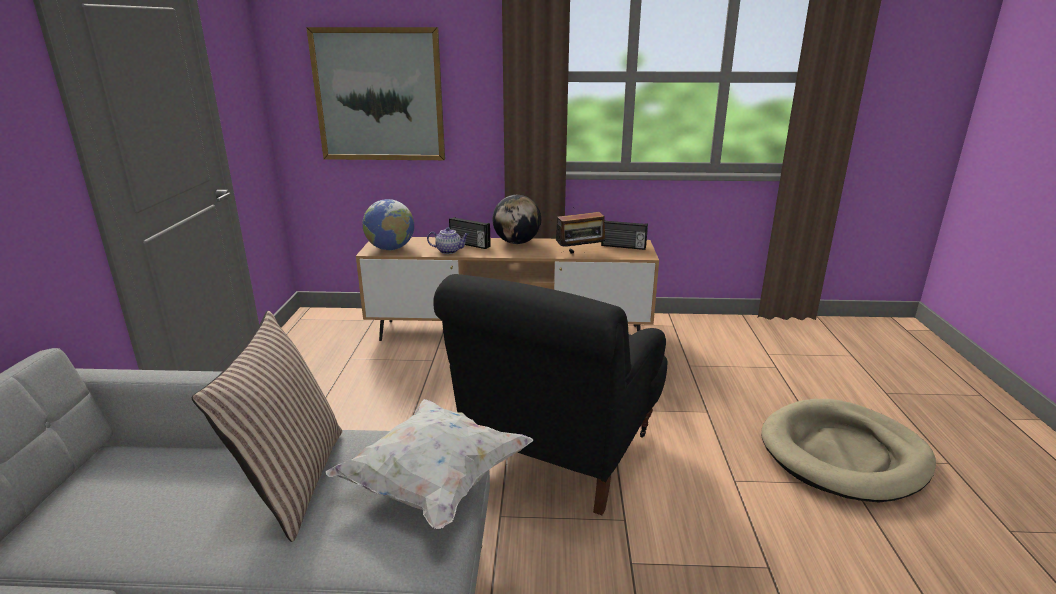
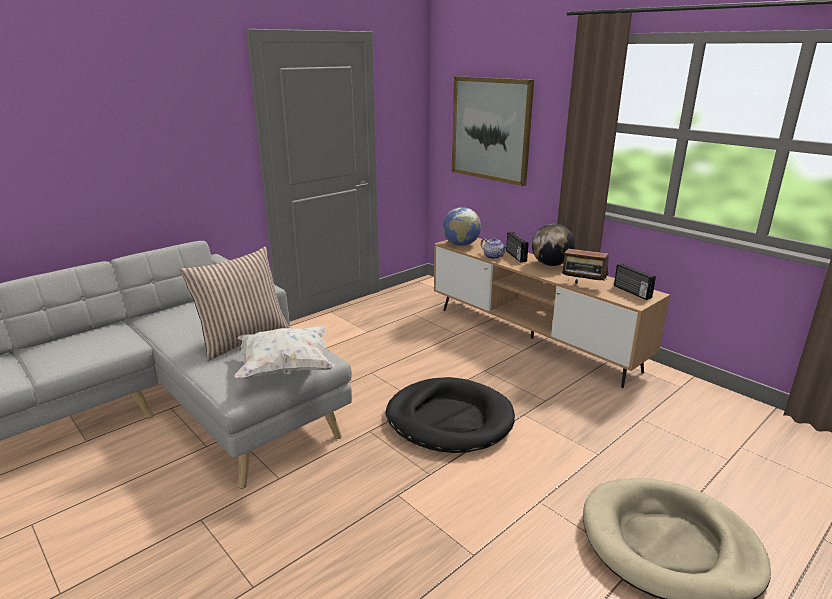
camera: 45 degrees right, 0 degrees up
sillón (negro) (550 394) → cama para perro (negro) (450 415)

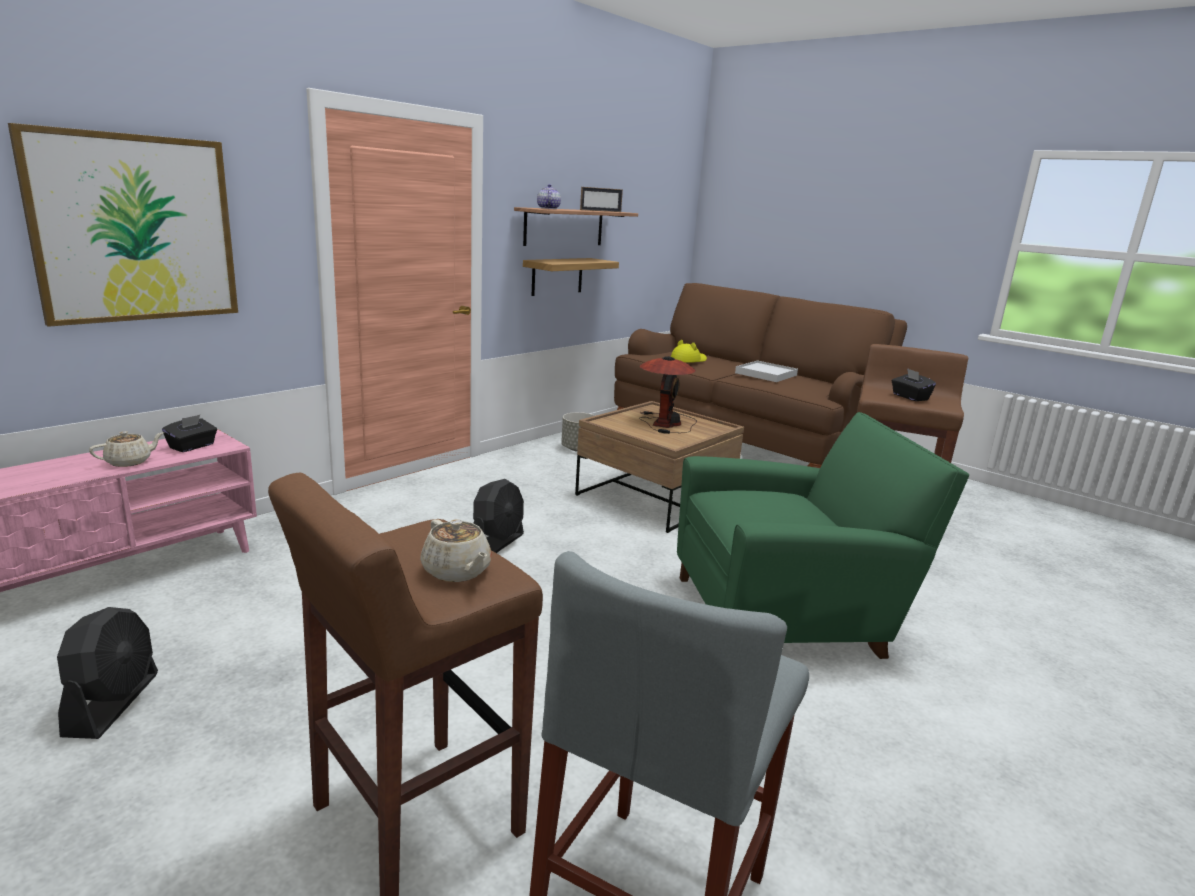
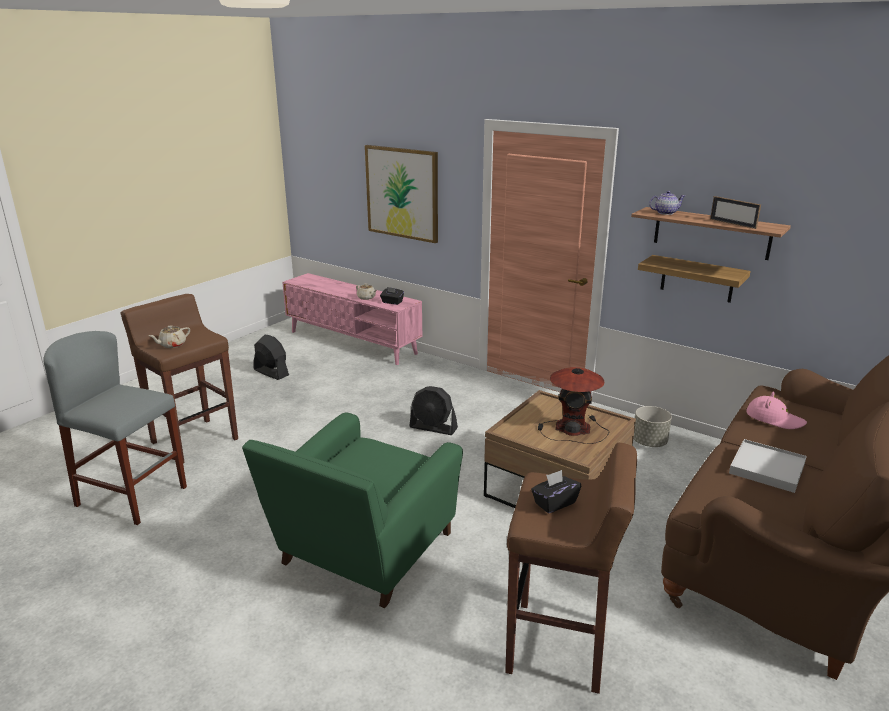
camera: 85 degrees right, 5 degrees up
ventilador (negro) (107 673) → ventilador (negro) (271 357), 135 degrees counterclockwise
sombrero (amarillo) (689 351) → sombrero (rosa) (776 410)
sillón (verde) (823 535) → sillón (verde) (352 510), 45 degrees clockwise

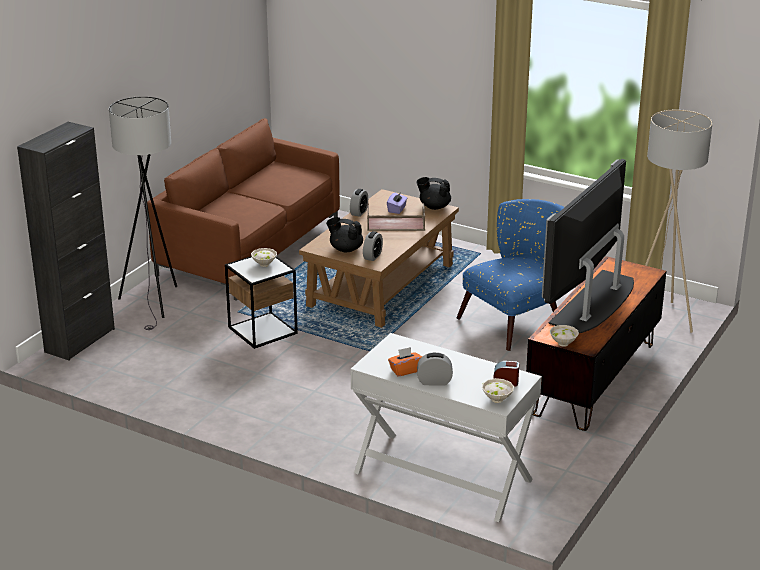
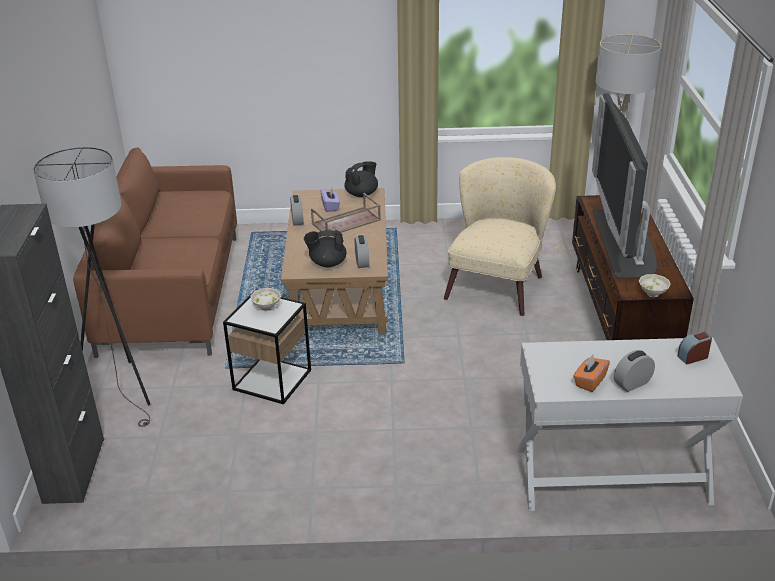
camera: 30 degrees left, 5 degrees up
tetera (negro) (433 193) → tetera (negro) (361 179), 150 degrees clockwise
sillón (azul) (510 275) → sillón (beis) (500 236)
cuenco (blanco) (498 390) → -

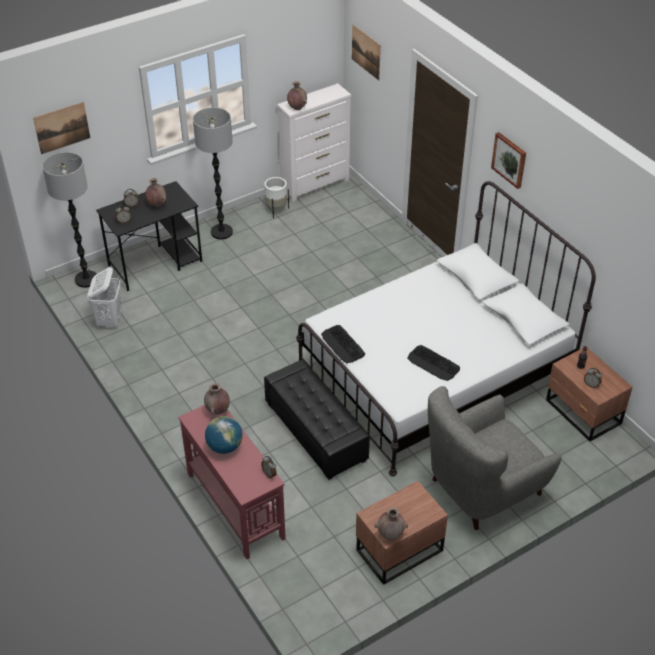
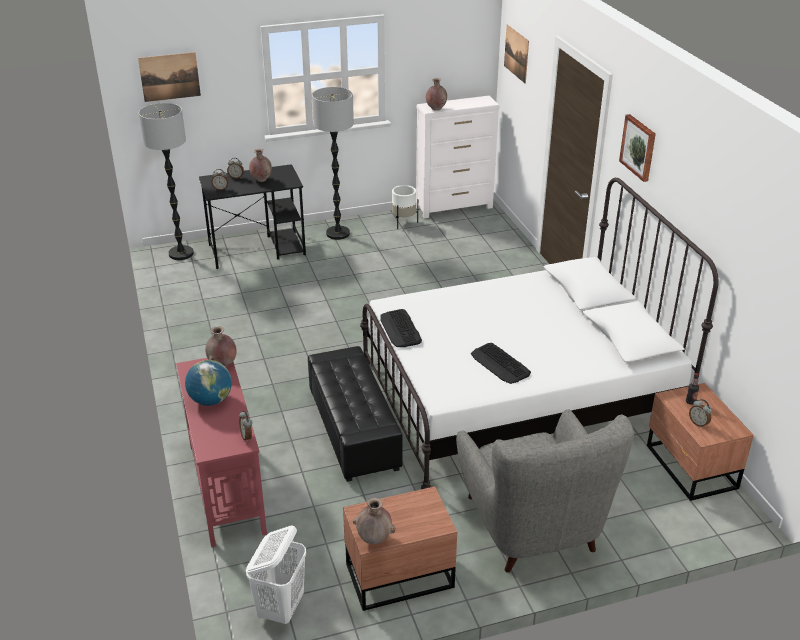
camera: 15 degrees right, 10 degrees down
cesto de la ropa (blanco) (104 297) → cesto de la ropa (blanco) (276 574), relocated
sillón (gris) (495 458) → sillón (gris) (545 491), 90 degrees counterclockwise

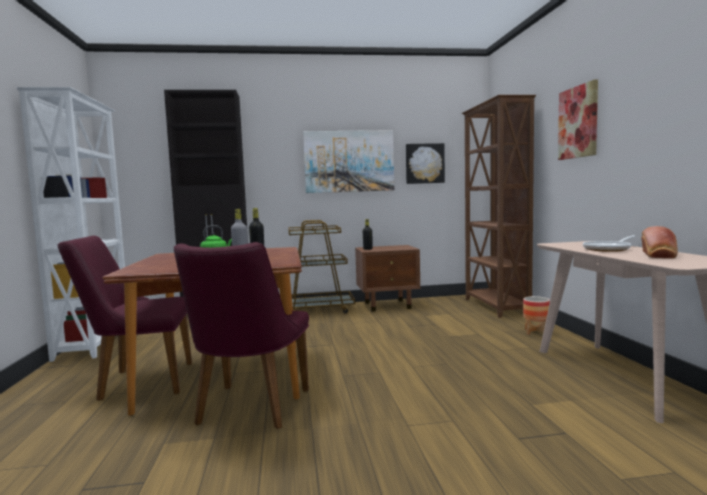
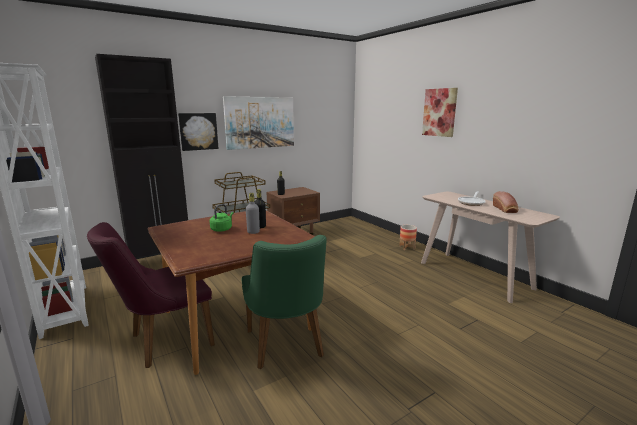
camera: 25 degrees left, 10 degrees up
silla (morado) (241 335) → silla (verde) (284 302)
cuadro (425 163) → cuadro (198 132), relocated
estantería (marrón) (498 206) → -

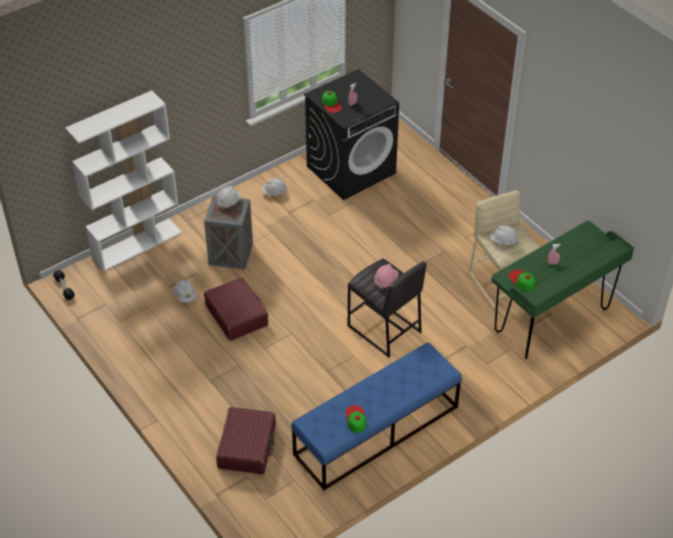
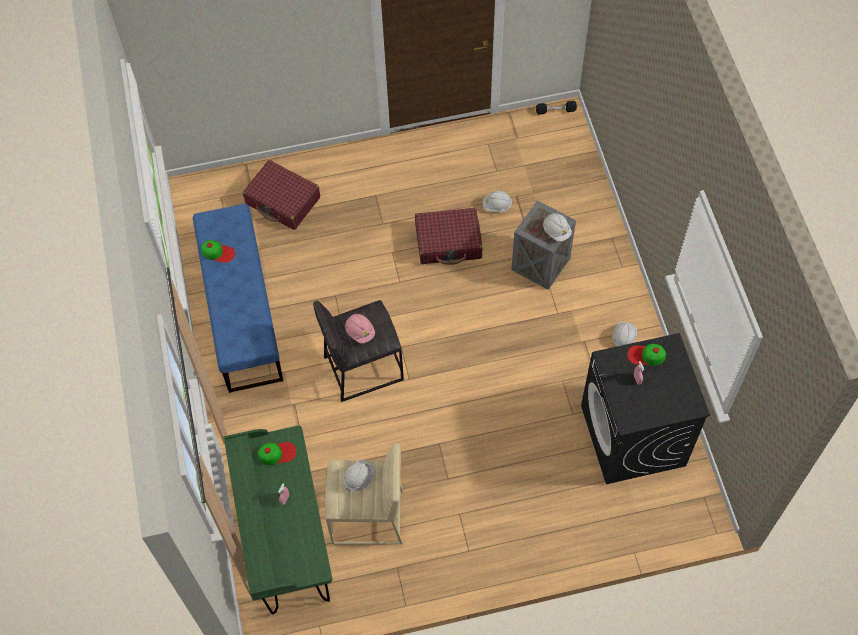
camera: 115 degrees right, 15 degrees up
estantería (blanco) (123 180) → -

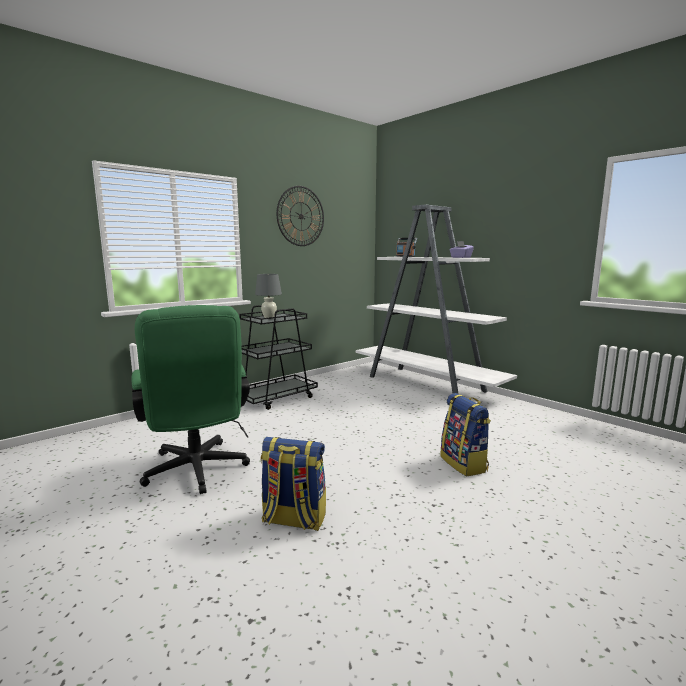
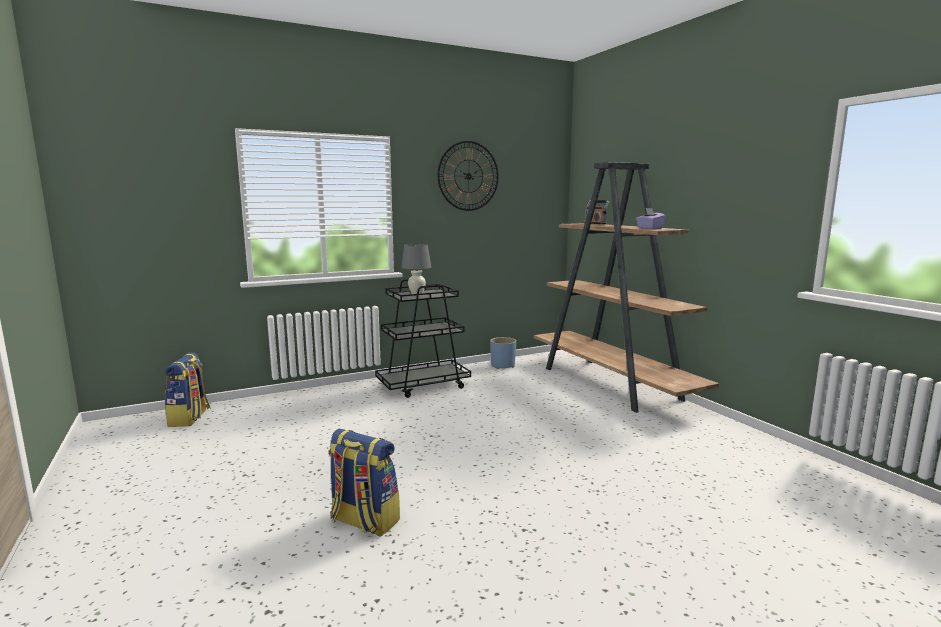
camera: 15 degrees right, 0 degrees up
silla de oficina (verde) (190 399) → -
estantería (blanco) (436 299) → estantería (marrón) (626 287)
mochila (465 434) → mochila (188 390), relocated
- → maceta (azul) (503 353)

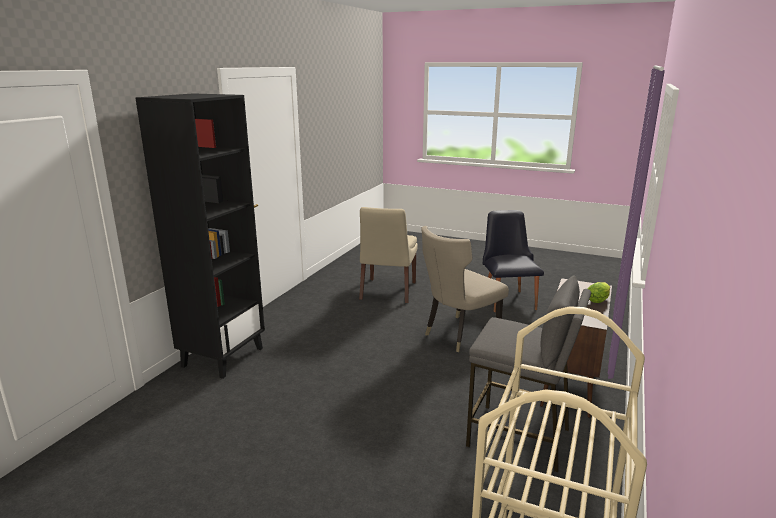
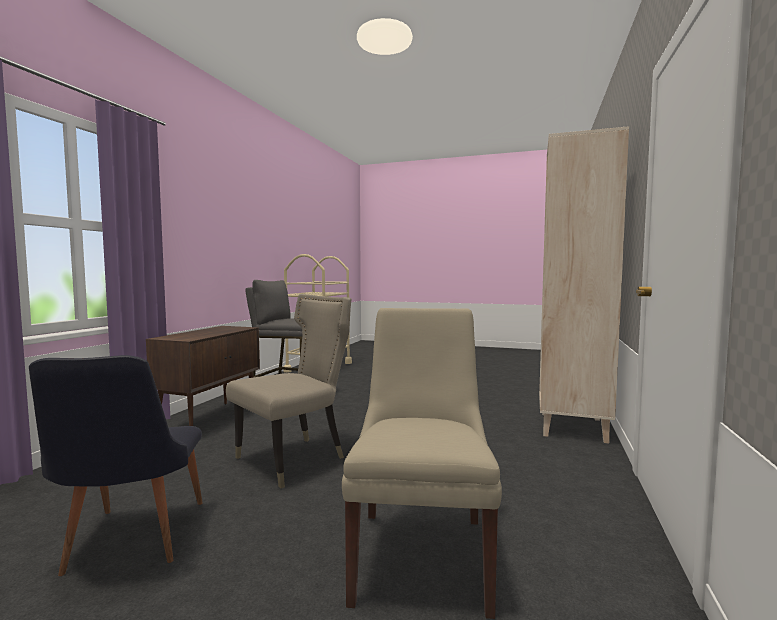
camera: 175 degrees right, 15 degrees down
estantería (negro) (200 236) → estantería (beis) (584 285)
lechuga (599 292) → -

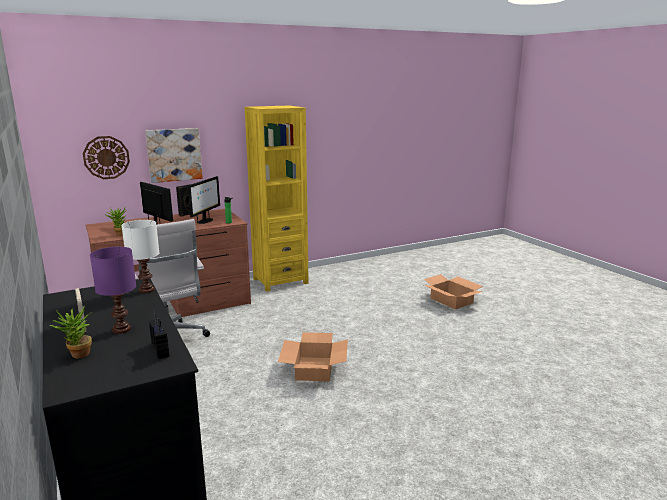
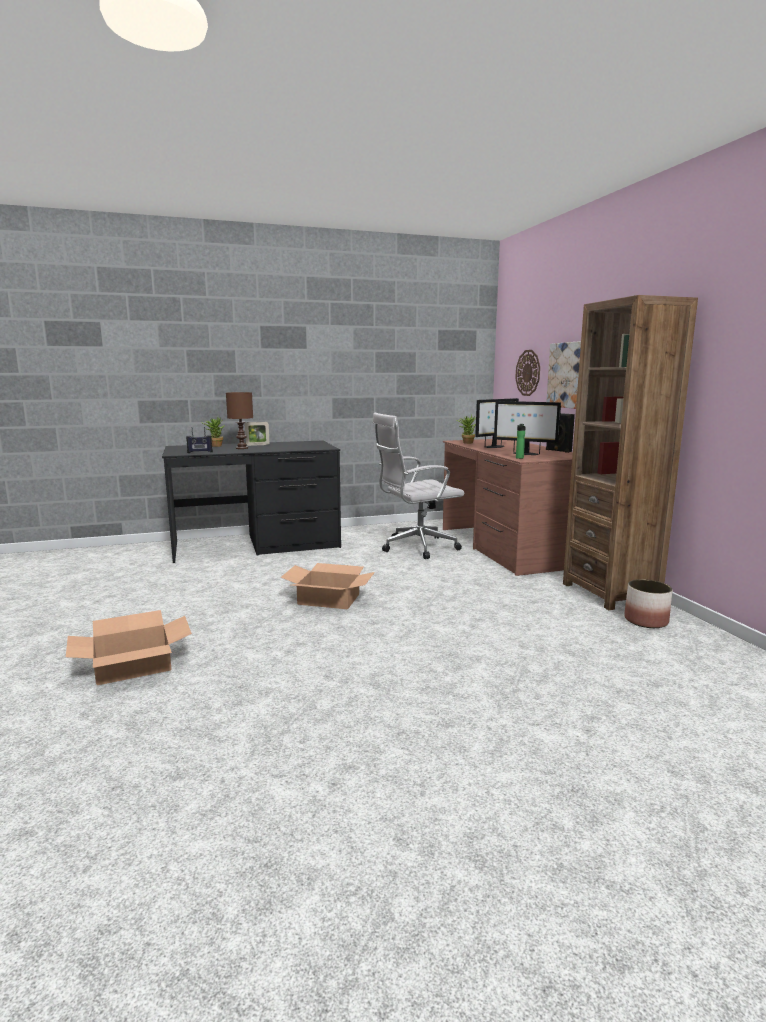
camera: 100 degrees right, 5 degrees down
lámpara de mesa (morado) (113 290) → lámpara de mesa (marrón) (239 420)
lámpara de mesa (blanco) (140 256) → -
estantería (amarillo) (277 199) → estantería (marrón) (630 452)
caja de cartón (453 292) → caja de cartón (129 647), relocated
- → maceta (648 603)

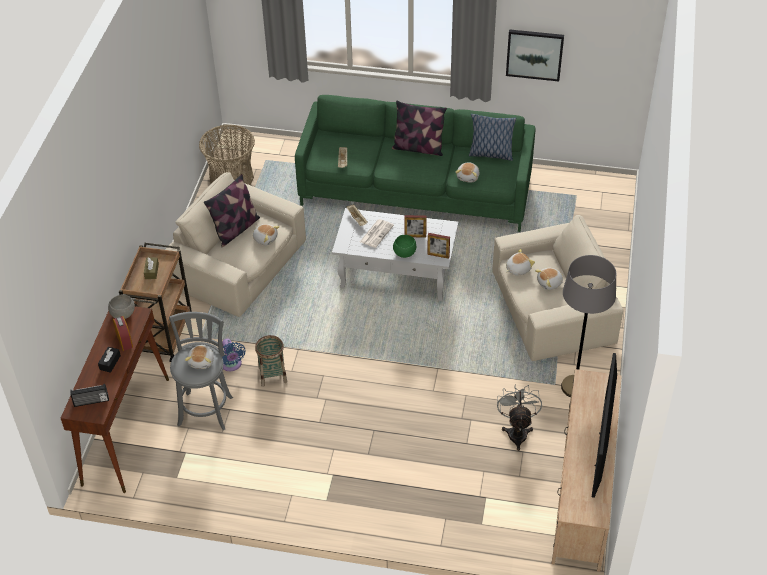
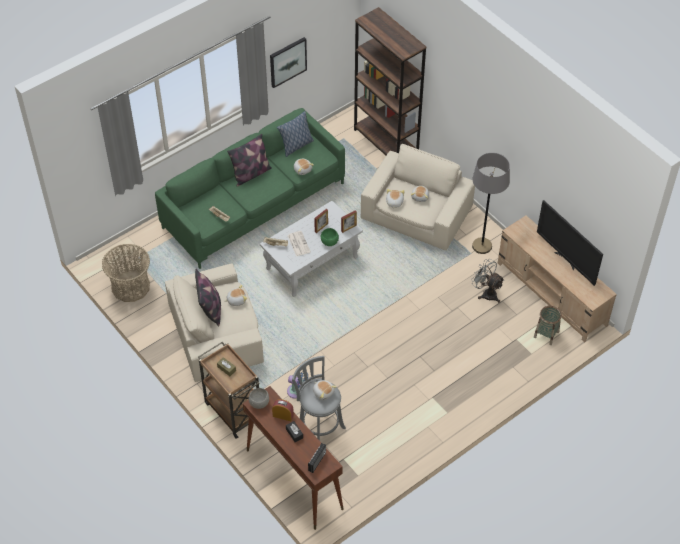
camera: 50 degrees left, 5 degrees up
cesta (271 361) → cesta (548 325), relocated
- → estantería (marrón) (390 81)

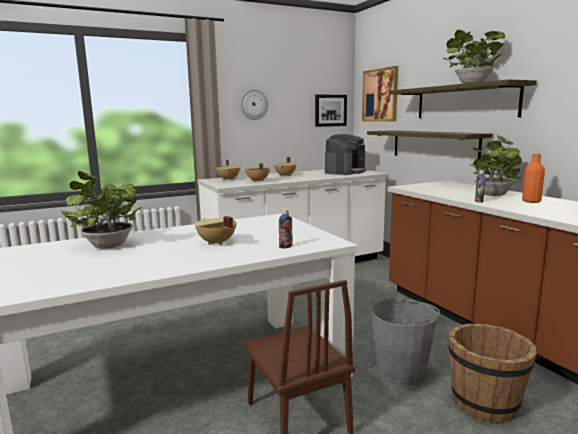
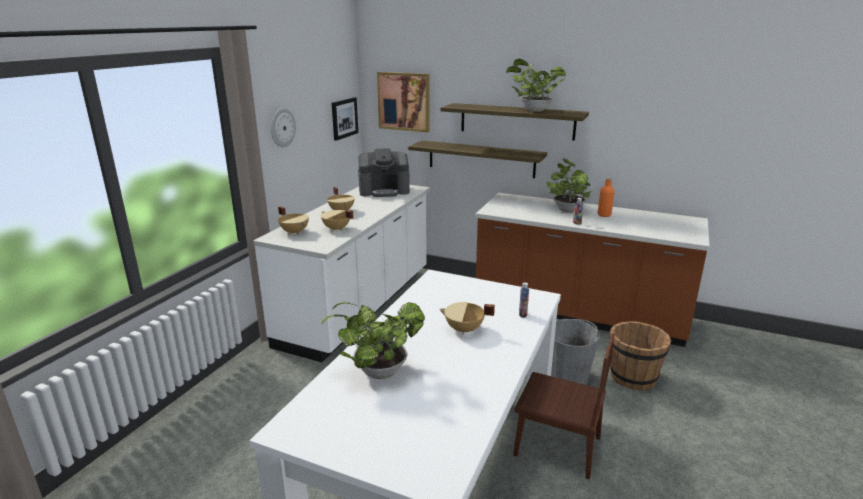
camera: 40 degrees left, 10 degrees up
cafetera (345 154) → cafetera (384 172), 90 degrees clockwise

